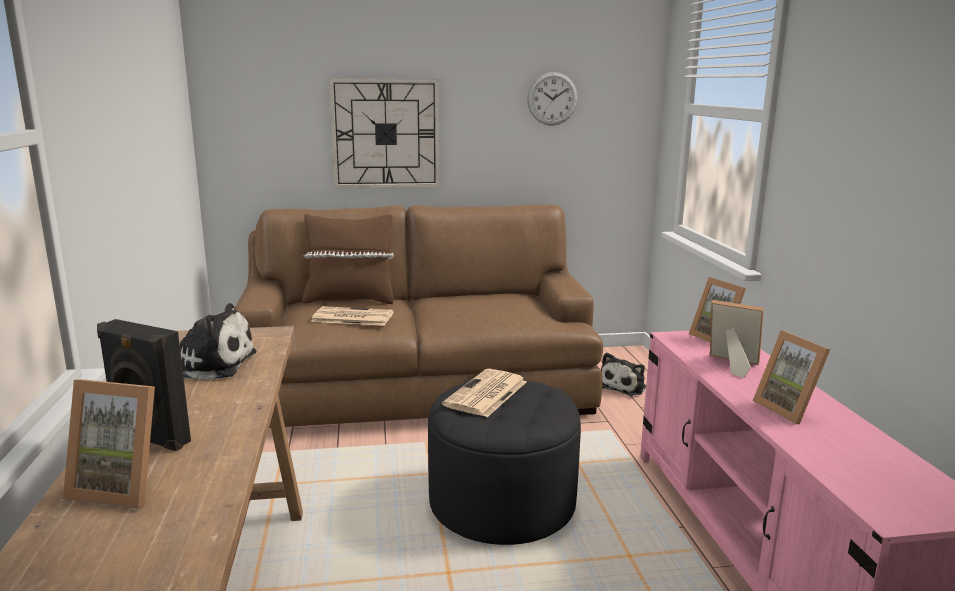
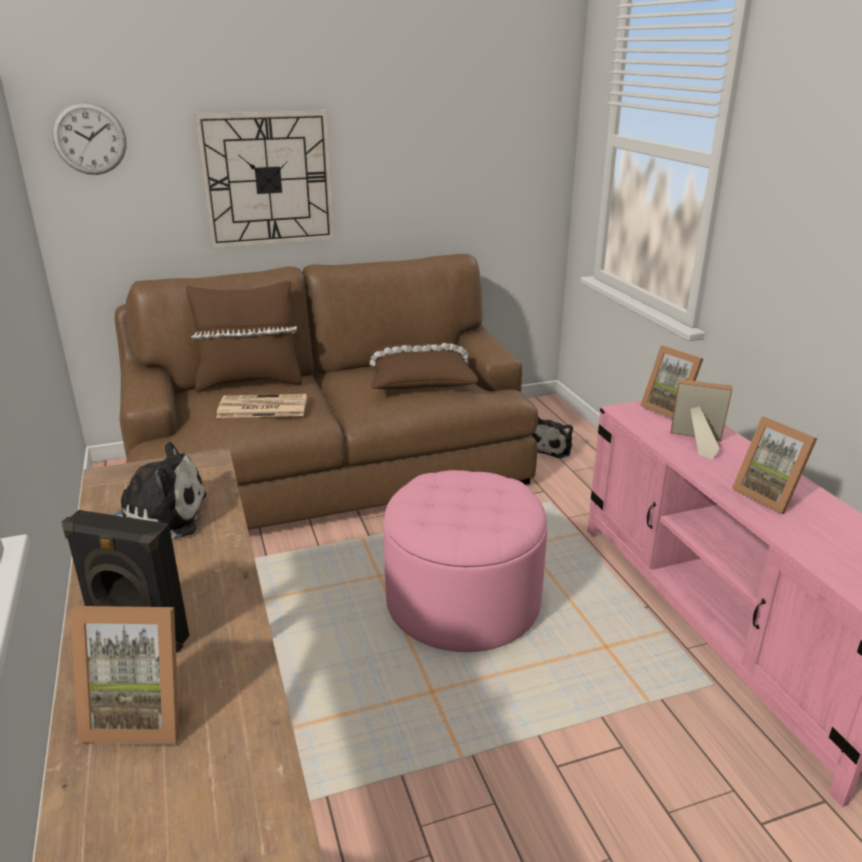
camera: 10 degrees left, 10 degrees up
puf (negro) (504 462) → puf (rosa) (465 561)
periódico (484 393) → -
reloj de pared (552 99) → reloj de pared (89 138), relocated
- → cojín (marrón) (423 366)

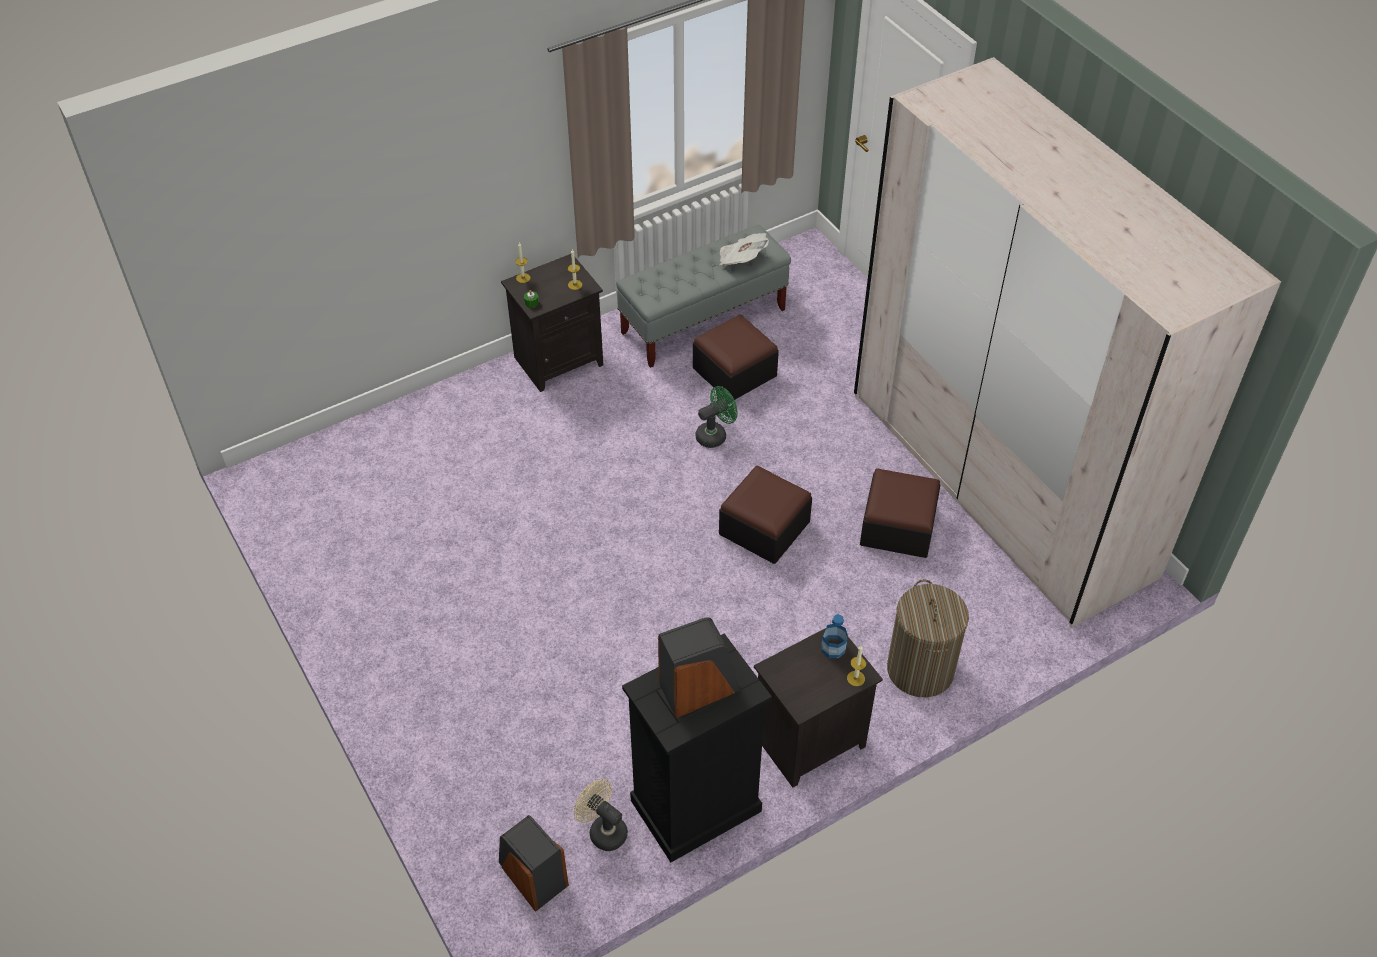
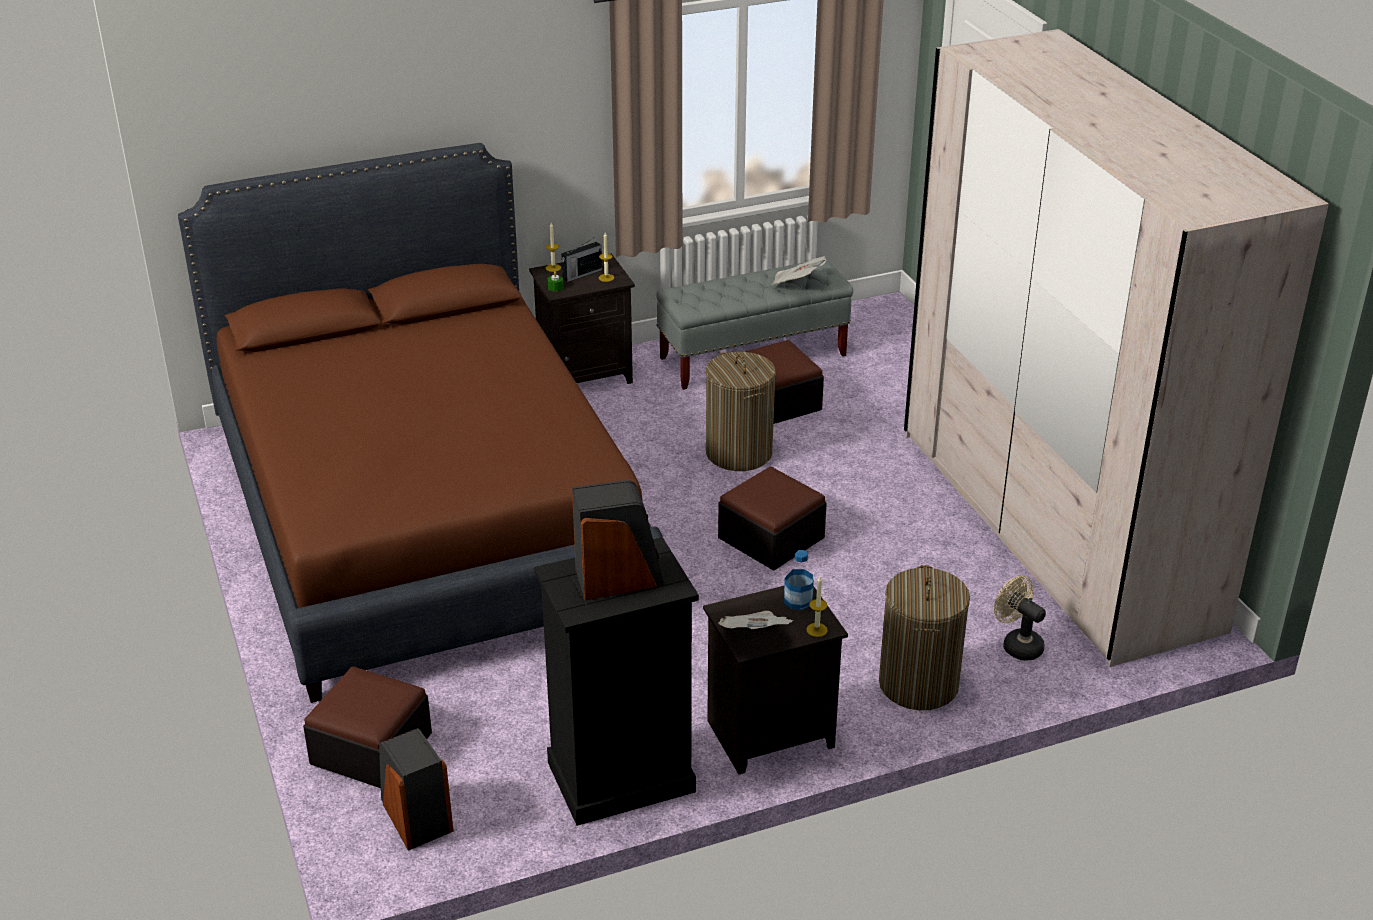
camera: 10 degrees right, 15 degrees down
ventilador (beis) (601 815) → ventilador (beis) (1020 618), relocated
ventilador (verde) (716 417) → cesto de la ropa (741 411)
puf (900 513) → puf (367 727), relocated
- → cama (marrón) (420 423)
- → radio (581 261)
- → periódico (756 620)

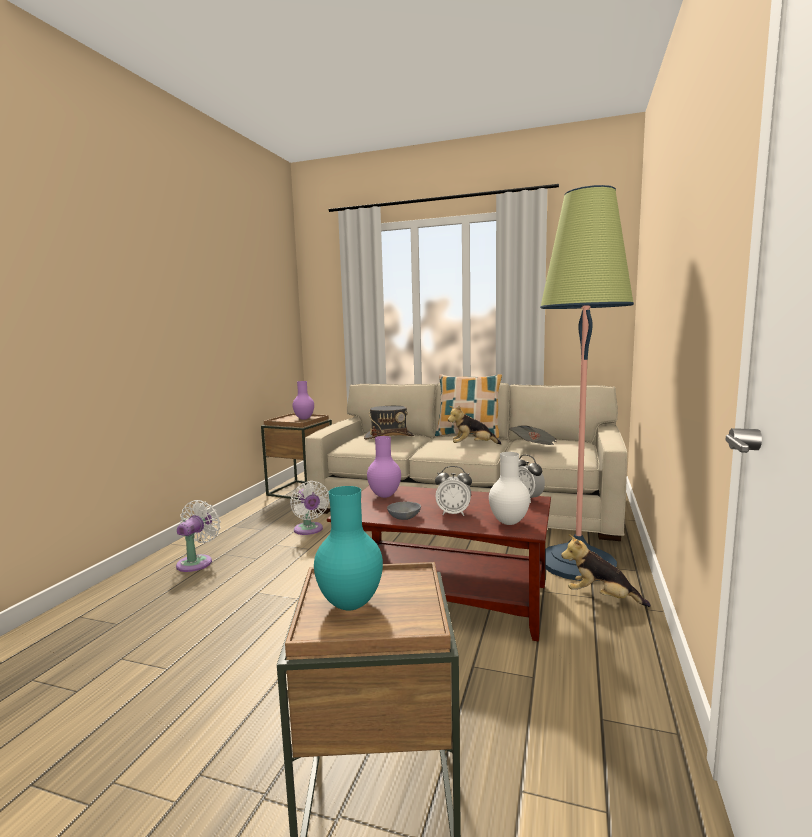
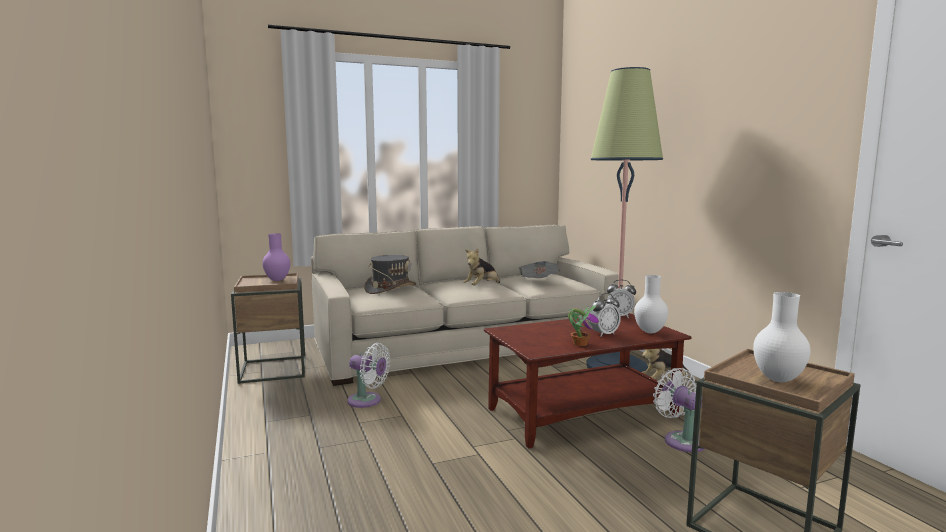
camera: 40 degrees left, 0 degrees up
ventilador (blanco) (198 536) → ventilador (blanco) (679 410), relocated
florero (turquesa) (348 548) → florero (blanco) (781 337)
florero (morado) (384 467) → -
cuenco (gris) (404 511) → planta en maceta (583 325)
cojín (468 406) → -

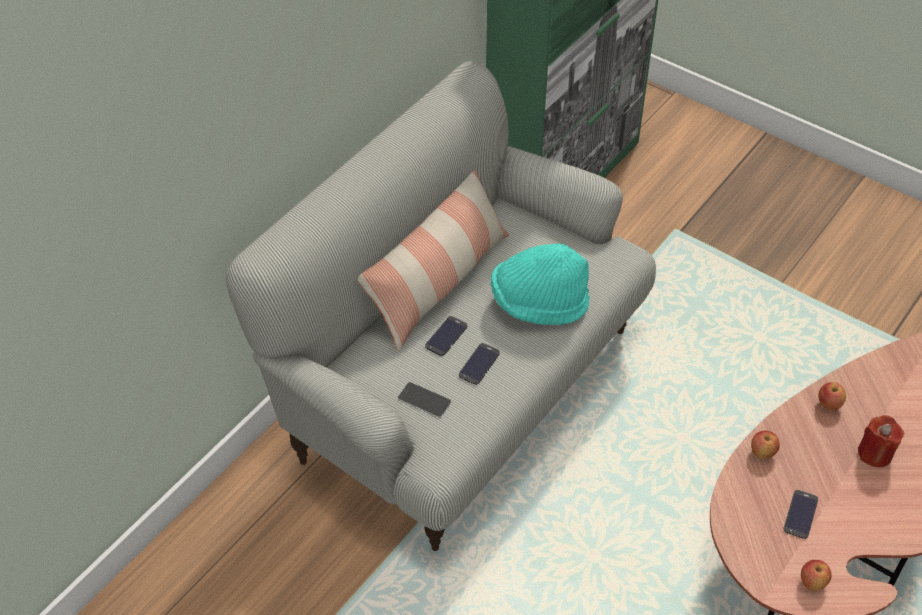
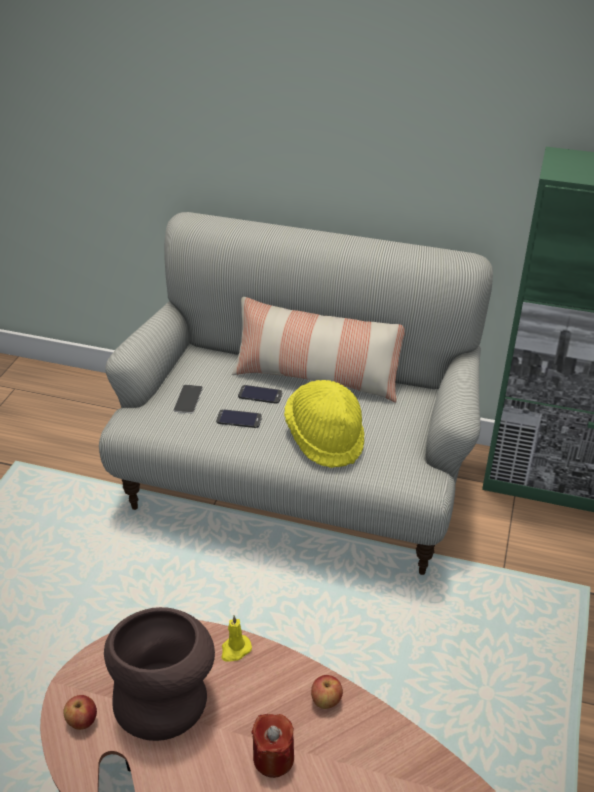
camera: 70 degrees right, 10 degrees down
sombrero (turquesa) (540 284) → sombrero (amarillo) (324 424)
manzana (765 444) → vela (amarillo) (236 638)
móvil (801 514) → florero (marrón) (159 674)

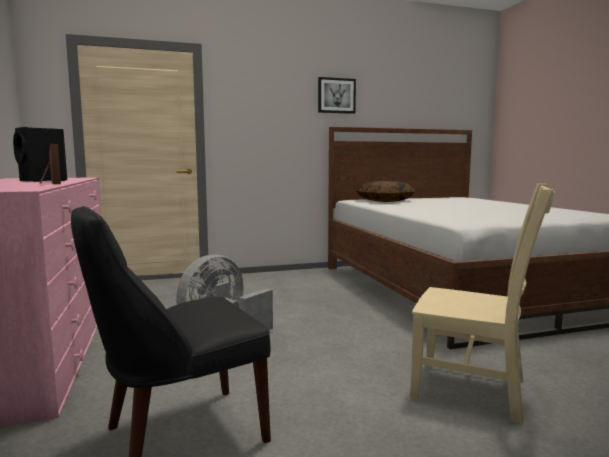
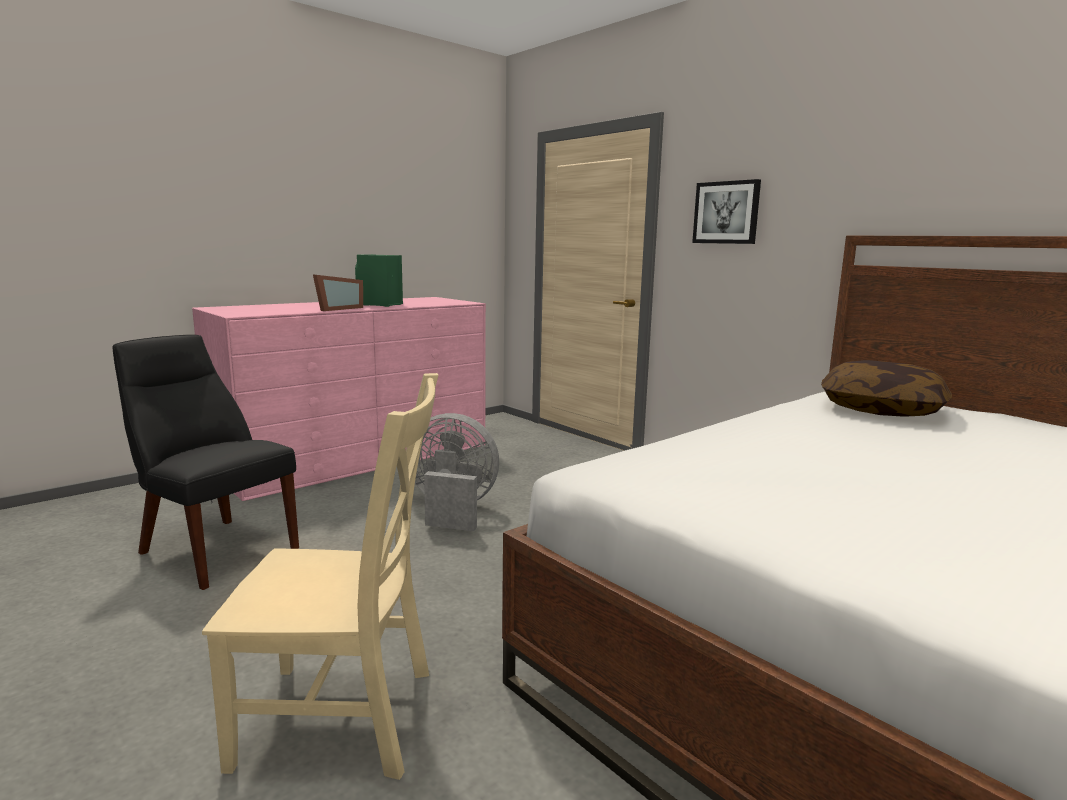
camera: 65 degrees right, 5 degrees up
altavoz (negro) (40 154) → altavoz (verde) (379 280)
cuadro (337 95) → cuadro (726 211), relocated
silla (beis) (482 304) → silla (beis) (320 576), 90 degrees counterclockwise

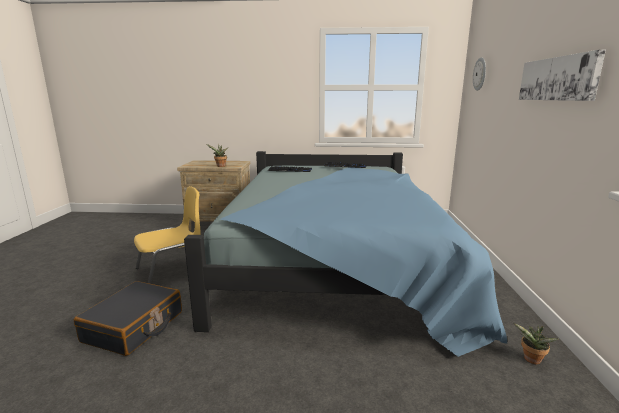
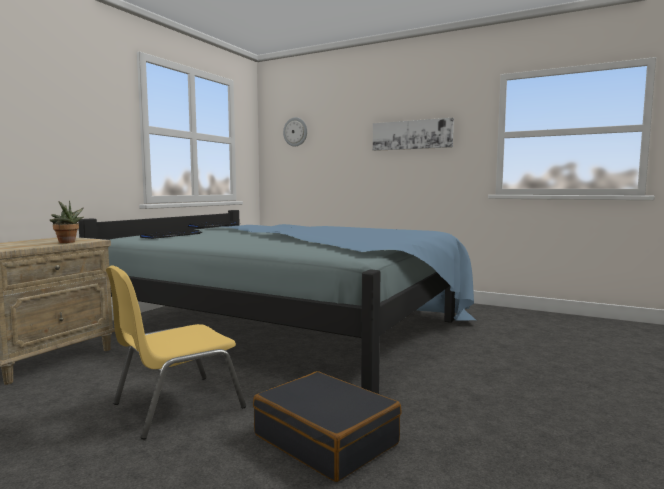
camera: 65 degrees left, 10 degrees down
silla (amarillo) (167 235) → silla (amarillo) (176 352), 120 degrees counterclockwise
planta en maceta (536 343) → -

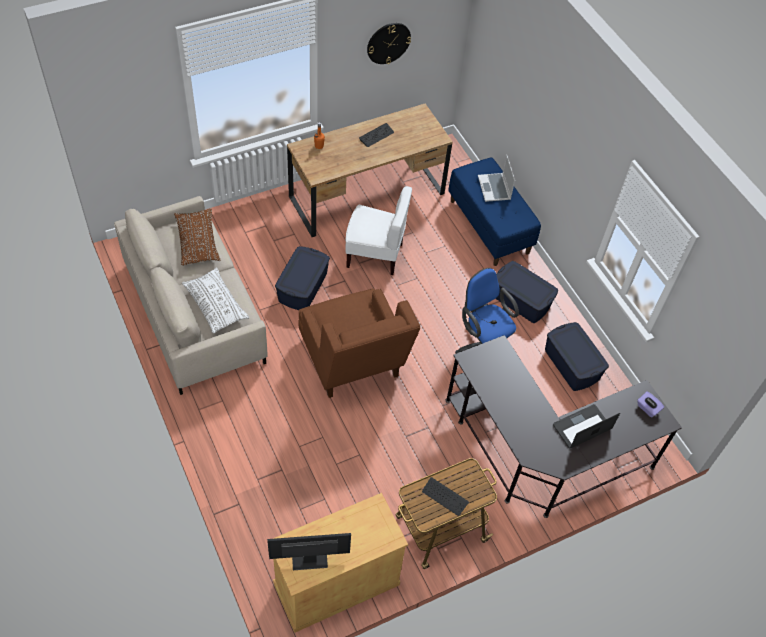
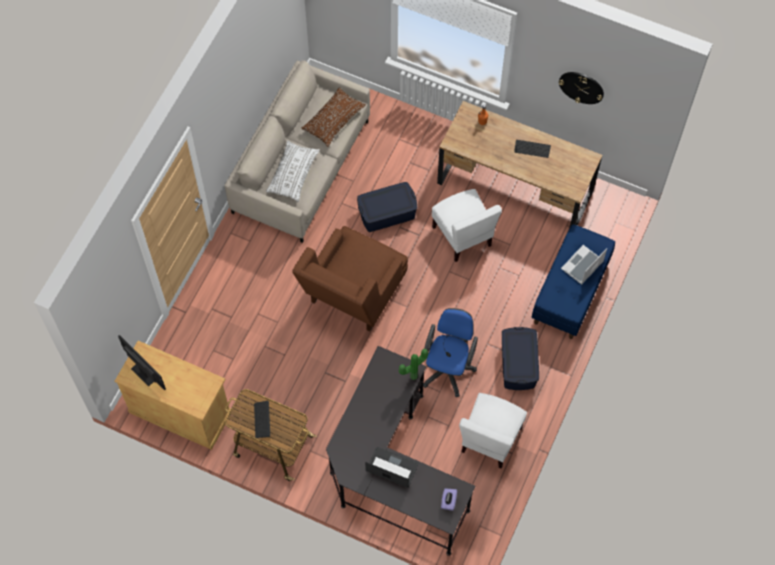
camera: 55 degrees right, 10 degrees up
caja de almacenaje (azul) (577 356) → silla (blanco) (493 430)
- → planta en maceta (413 364)

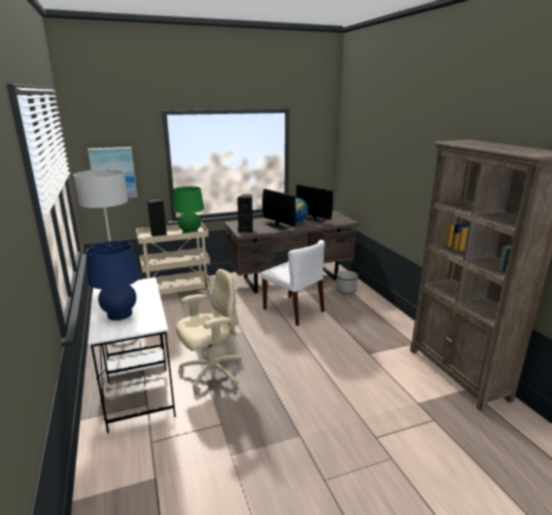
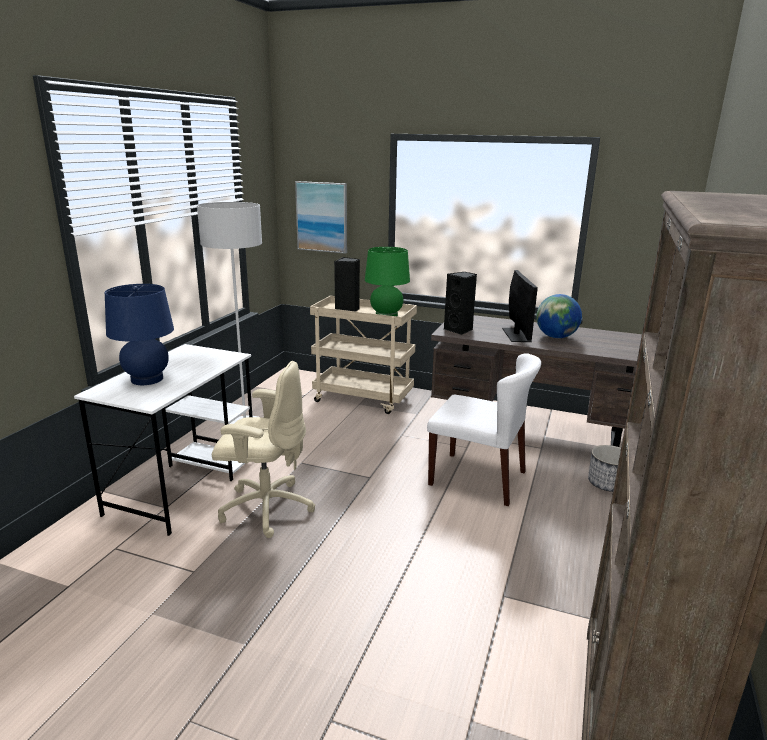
camera: 40 degrees right, 0 degrees up
silla (blanco) (293 283) → silla (blanco) (484 430), 60 degrees counterclockwise
monitor (314 204) → -

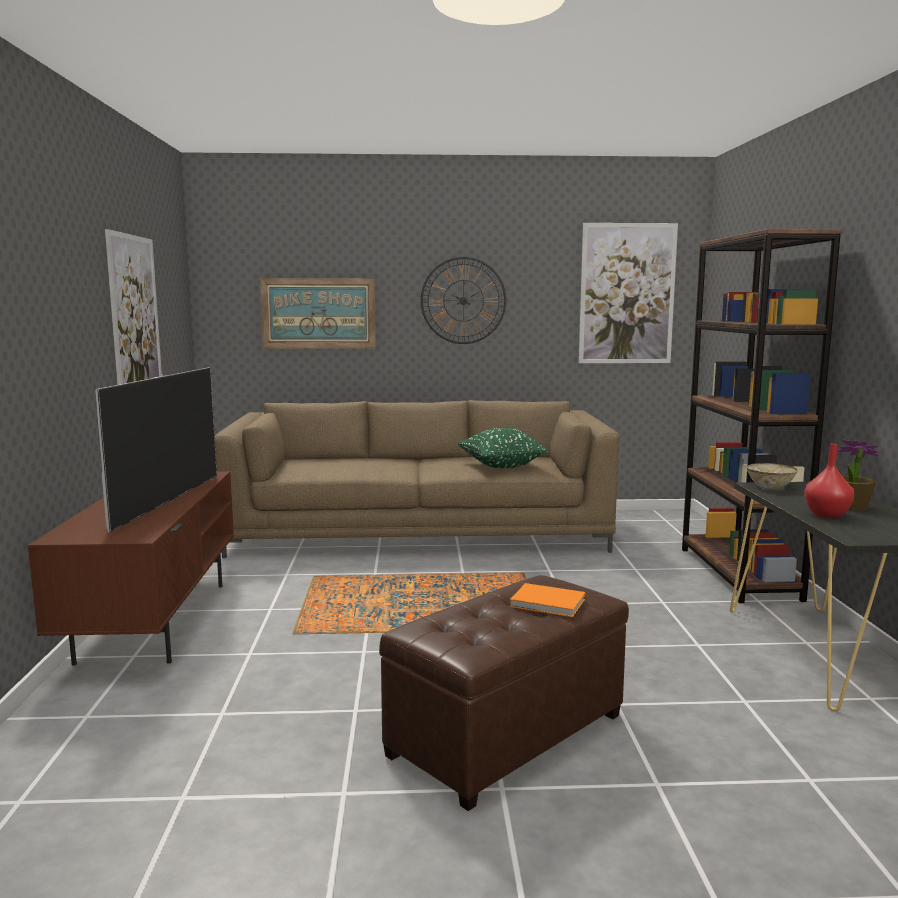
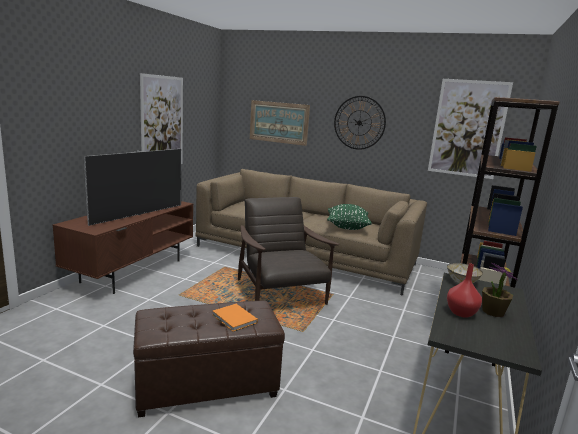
camera: 25 degrees right, 5 degrees up
- → sillón (marrón) (289 251)

